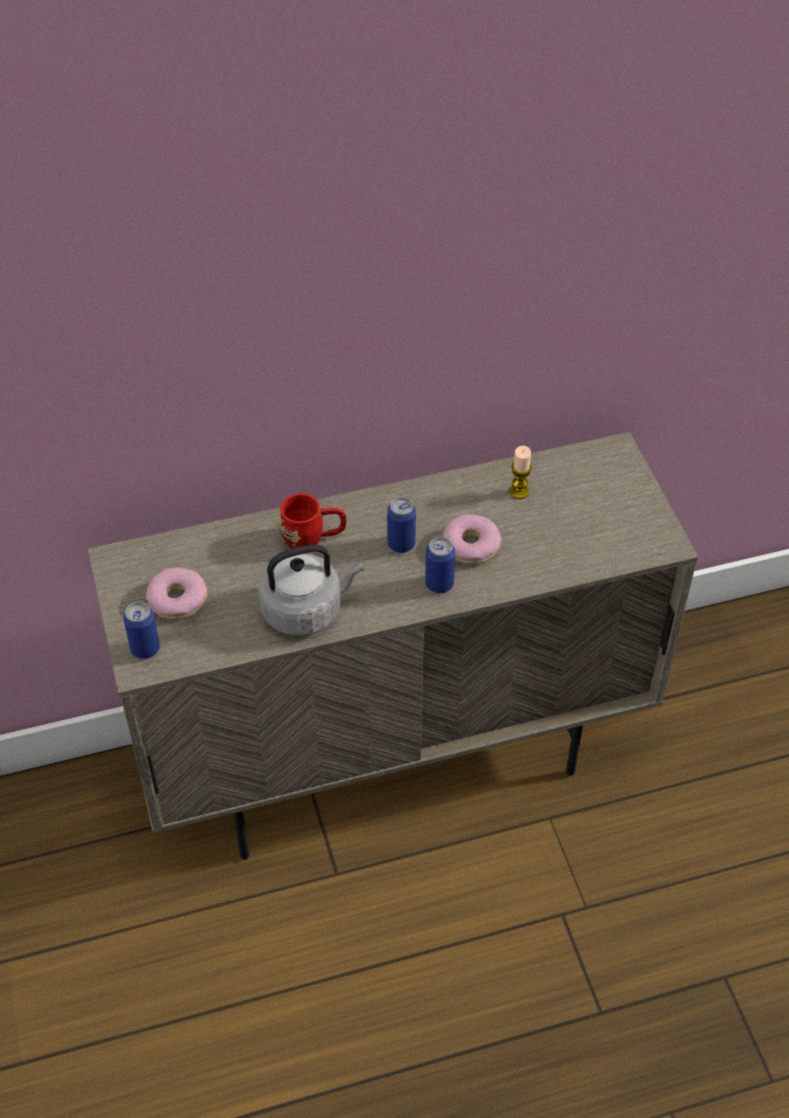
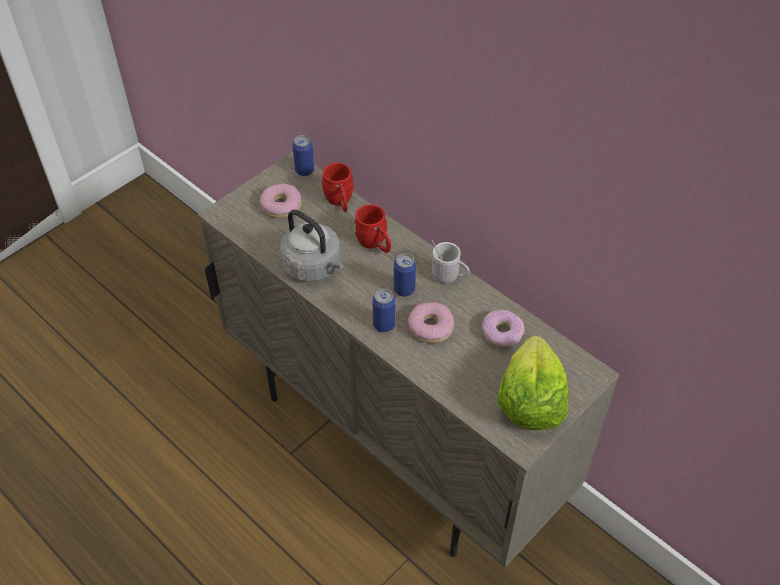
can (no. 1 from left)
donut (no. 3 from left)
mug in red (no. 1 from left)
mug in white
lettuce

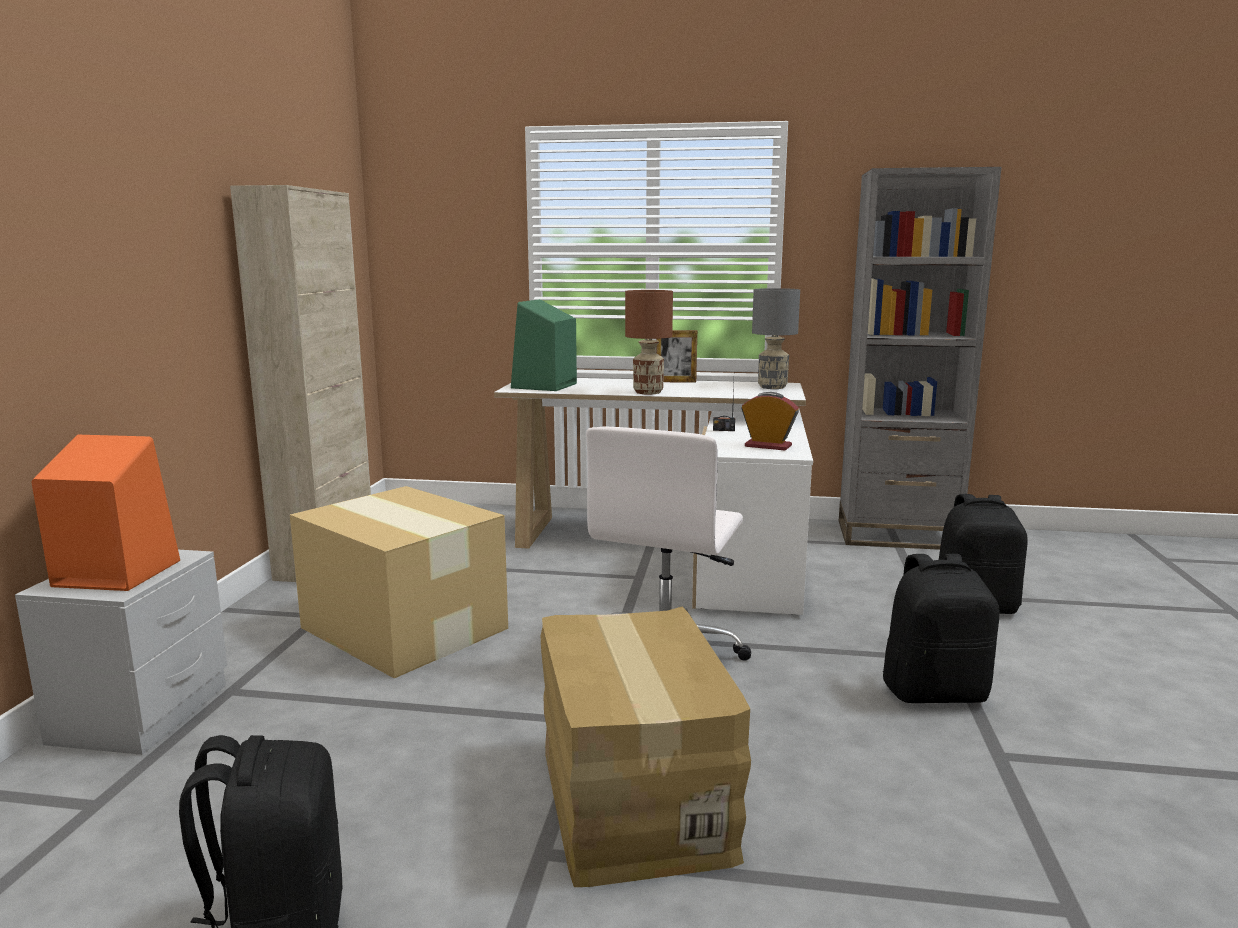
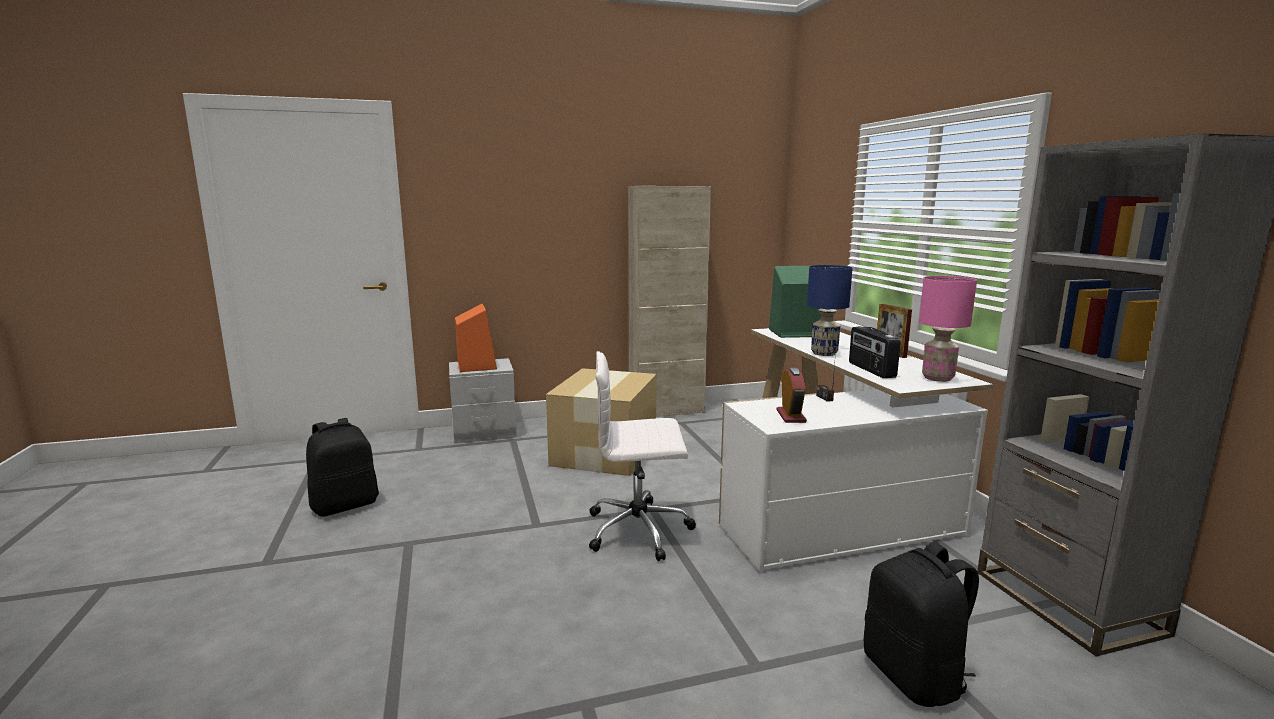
cardboard box (no. 2 from left in the first image)
table lamp in blue
table lamp in pink
backpack in black (no. 2 from left in the first image)
radio (no. 2 from left)

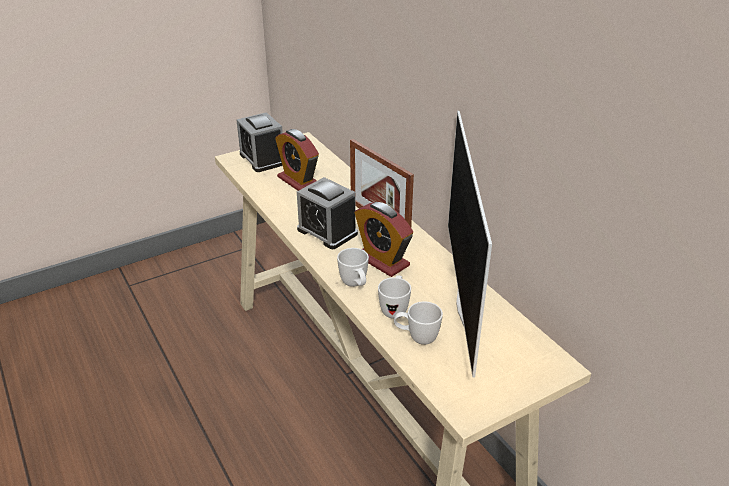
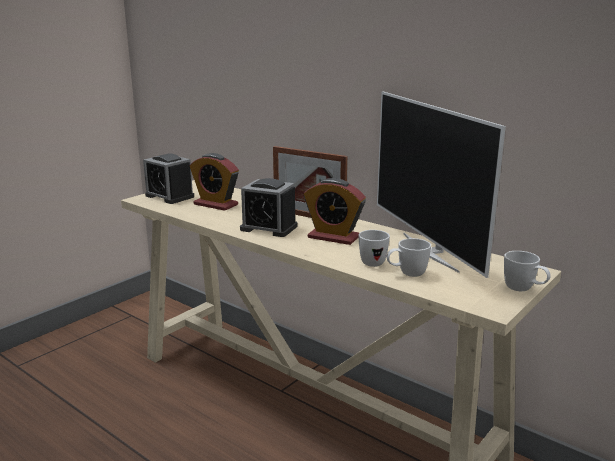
mug in white (no. 3 from left)

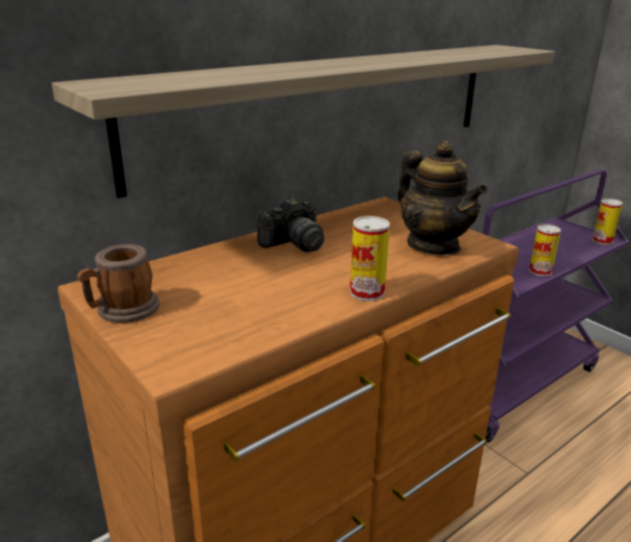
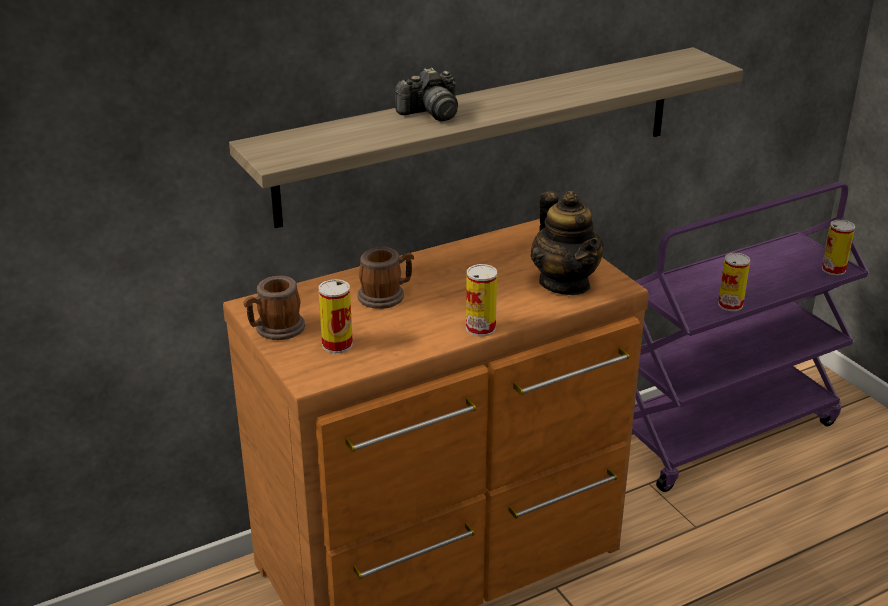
photo camera
can (no. 1 from left)
mug (no. 2 from left)

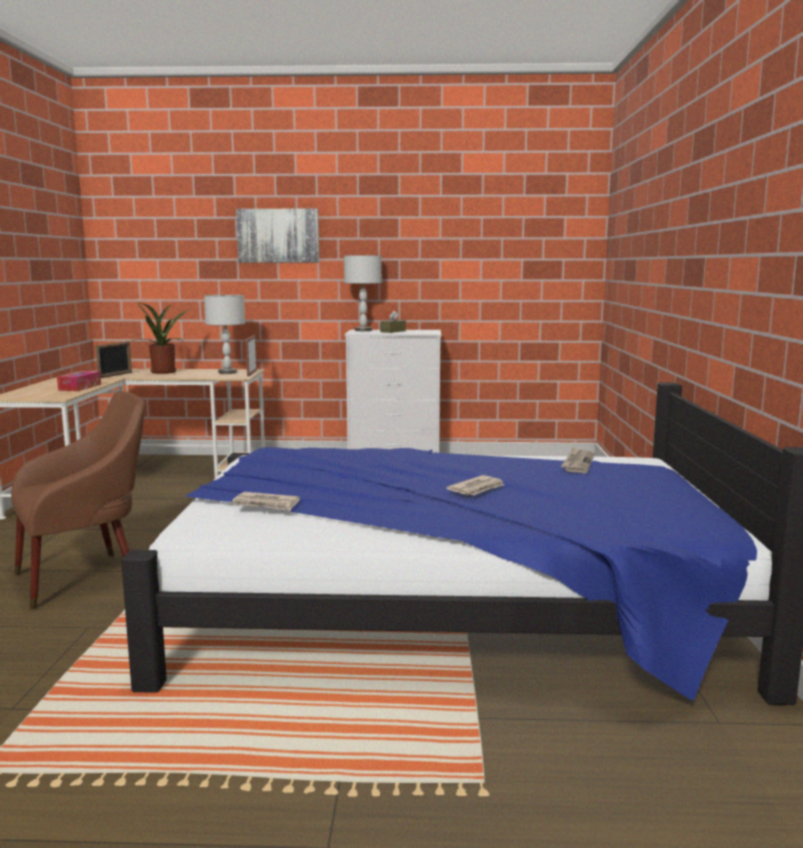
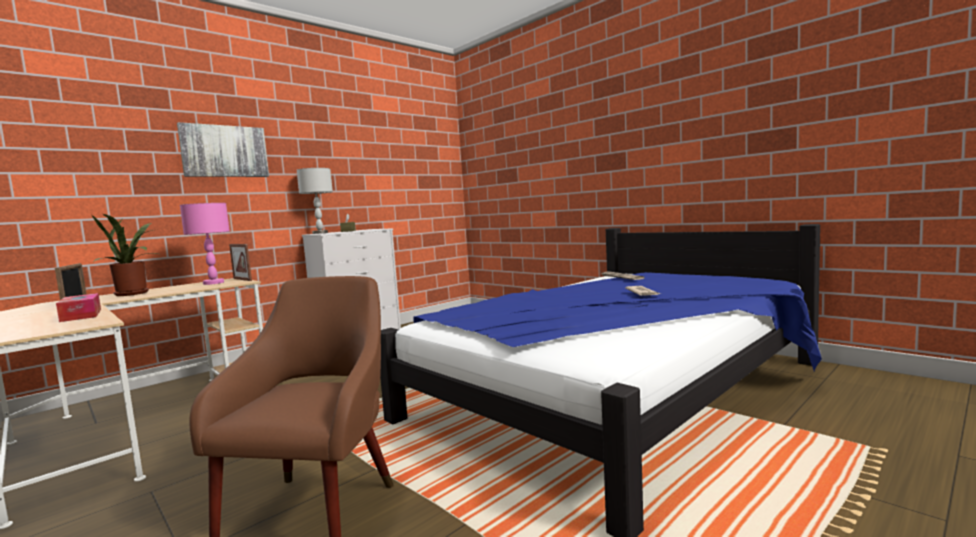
table lamp in pink
newspaper (no. 1 from left in the first image)

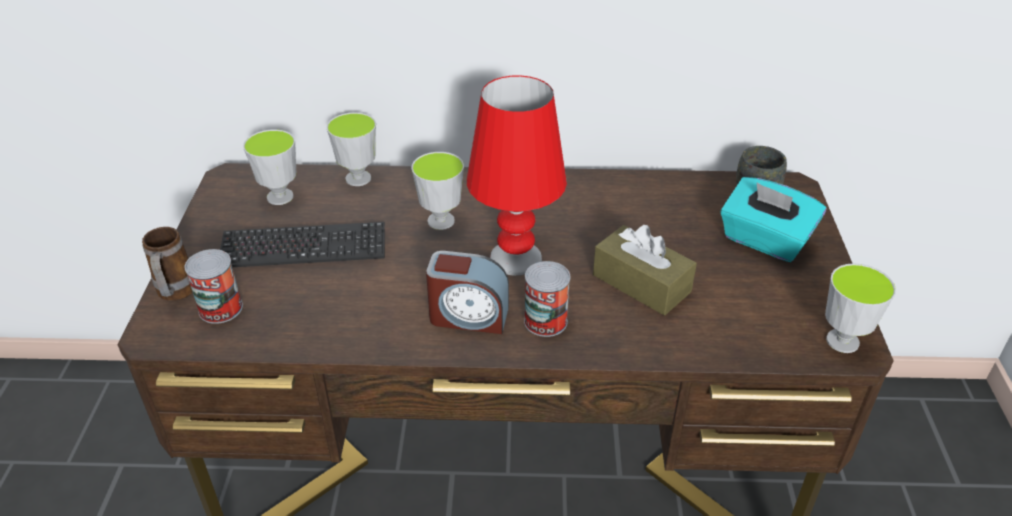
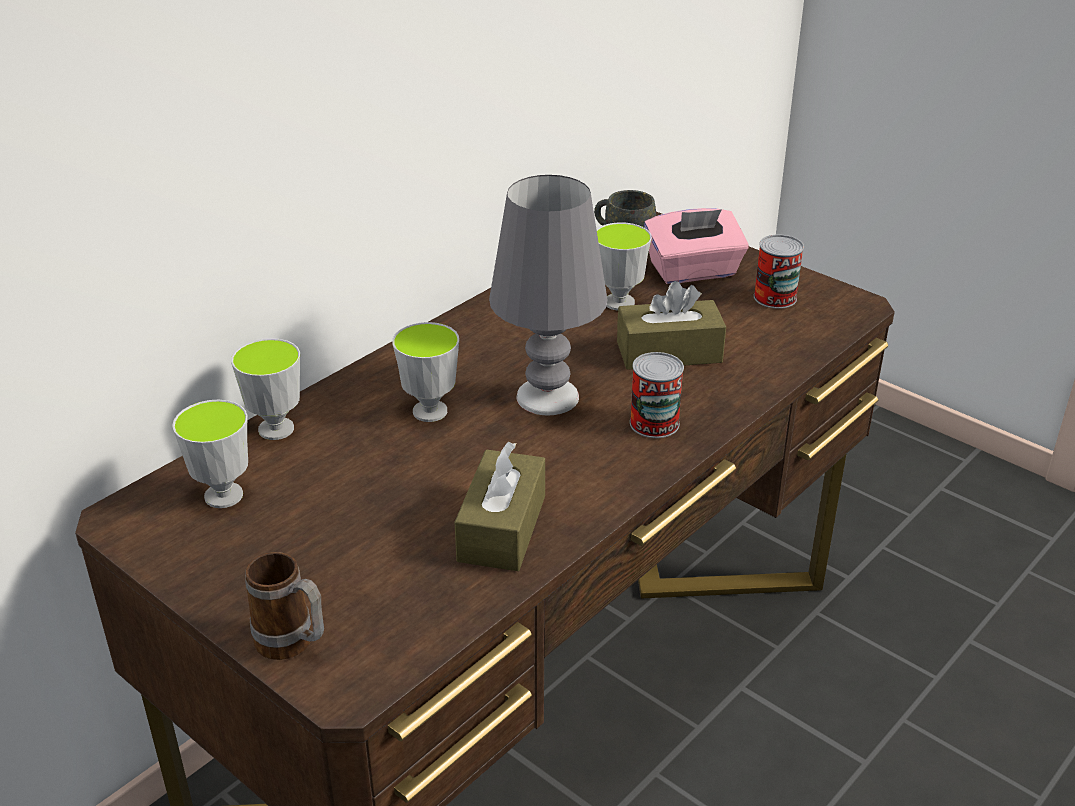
can (no. 2 from left)
keyboard
alarm clock
table lamp in grey
tissue box in pink
cup (no. 4 from left)
tissue box in brown (no. 1 from left)

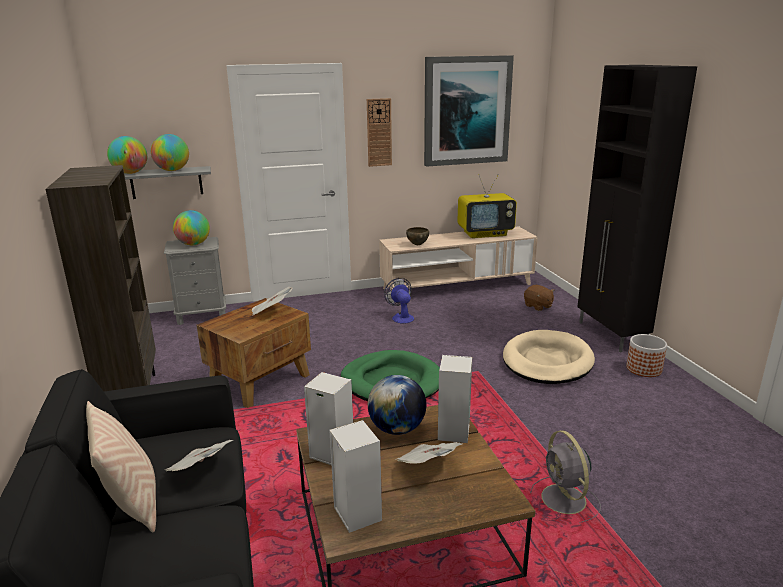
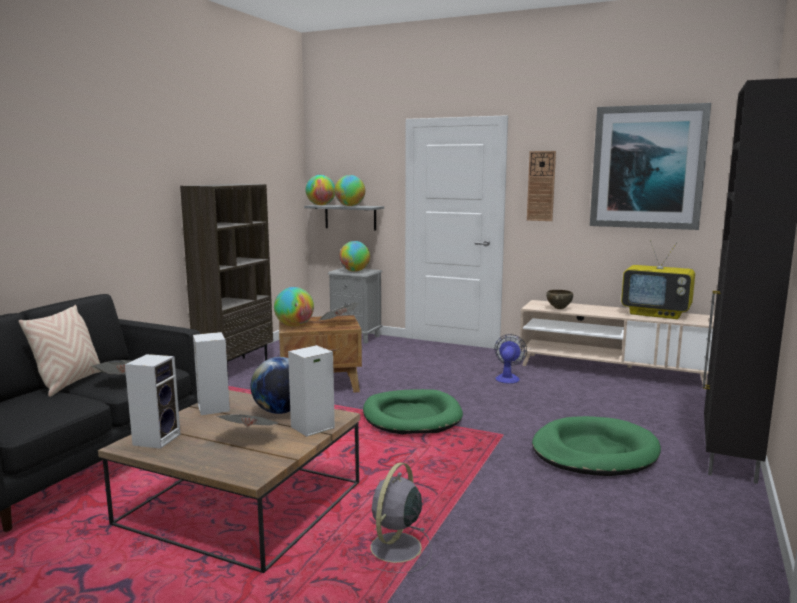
dog bed in green (no. 2 from left)
plush toy in brown
planter
globe (no. 2 from left)

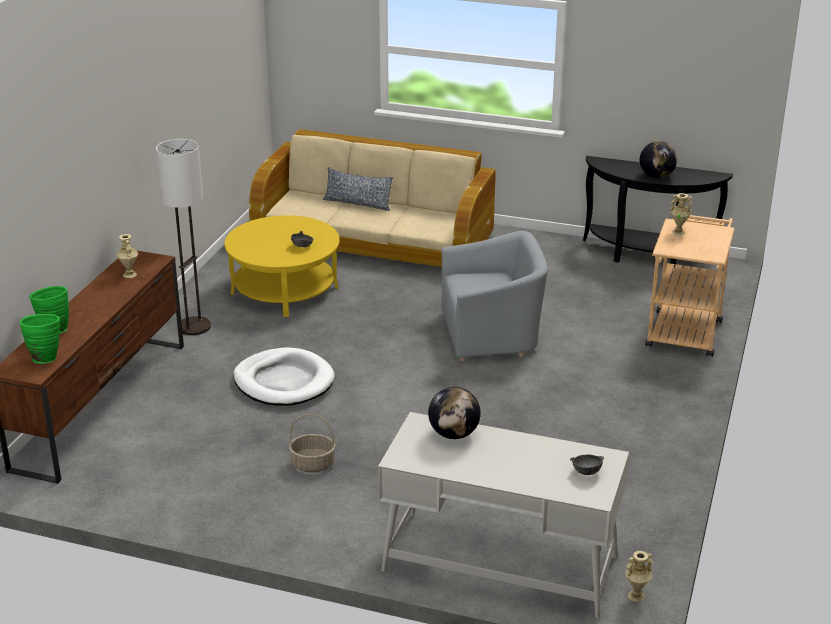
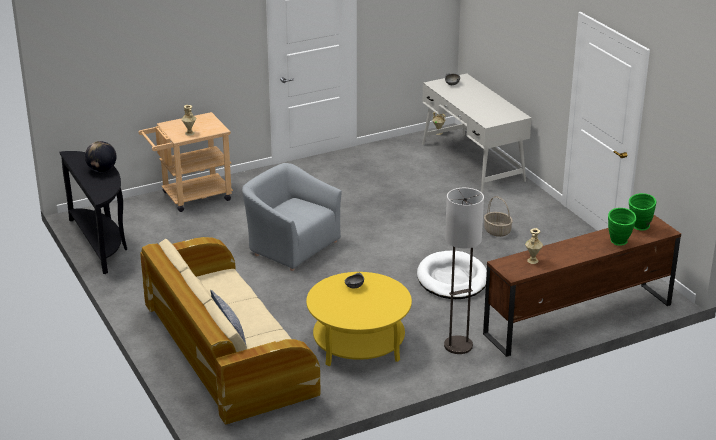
globe (no. 1 from left in the first image)

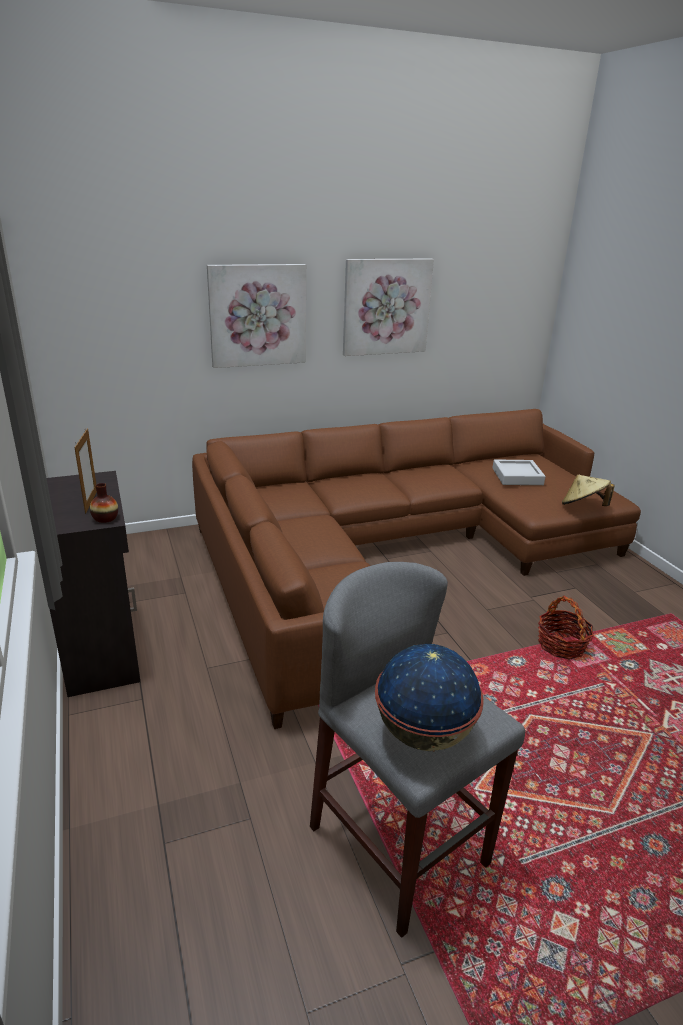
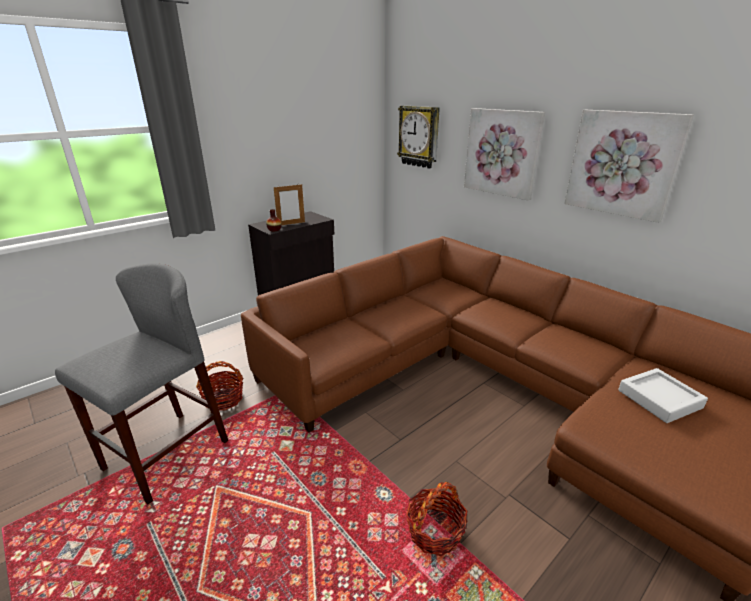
globe
hat in beige
basket (no. 1 from left)
wall clock

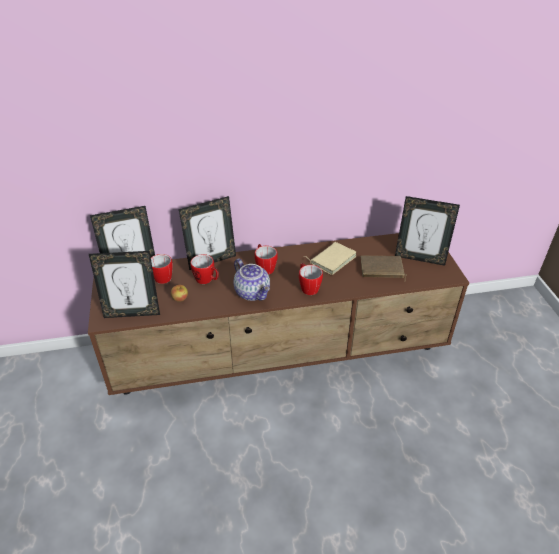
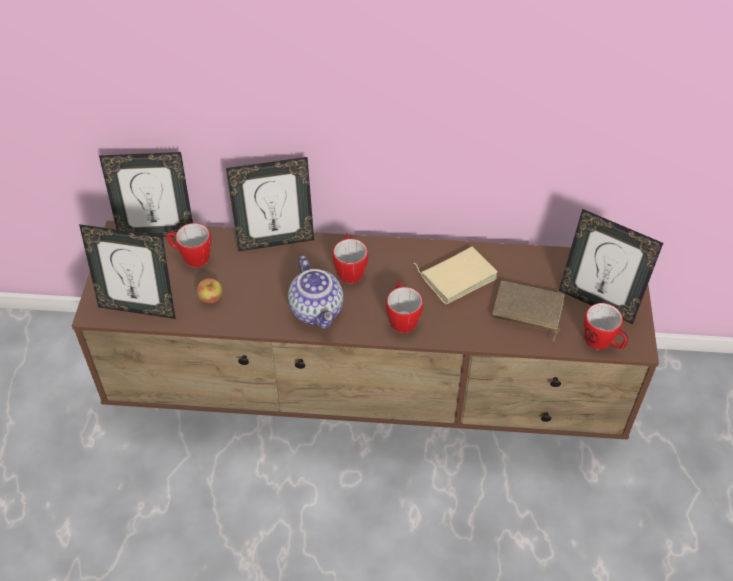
mug (no. 4 from left)

